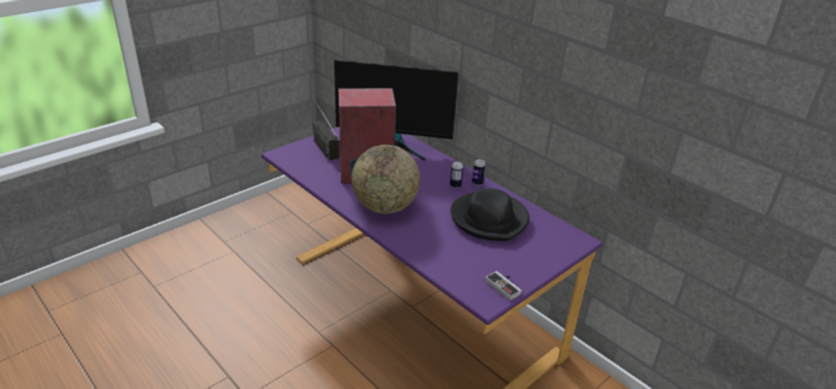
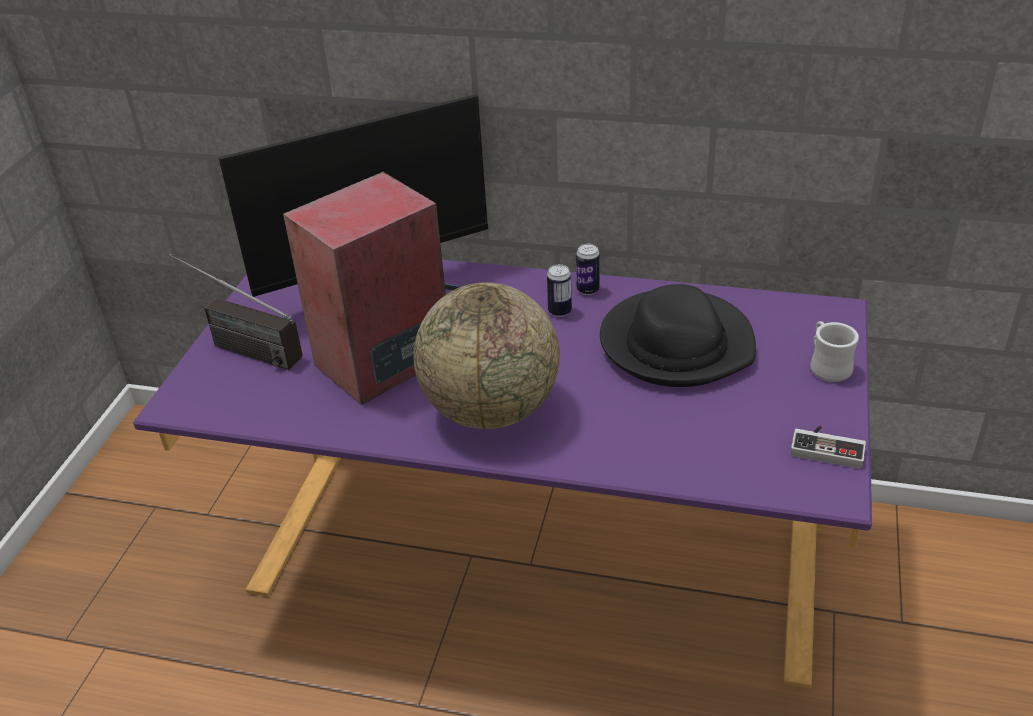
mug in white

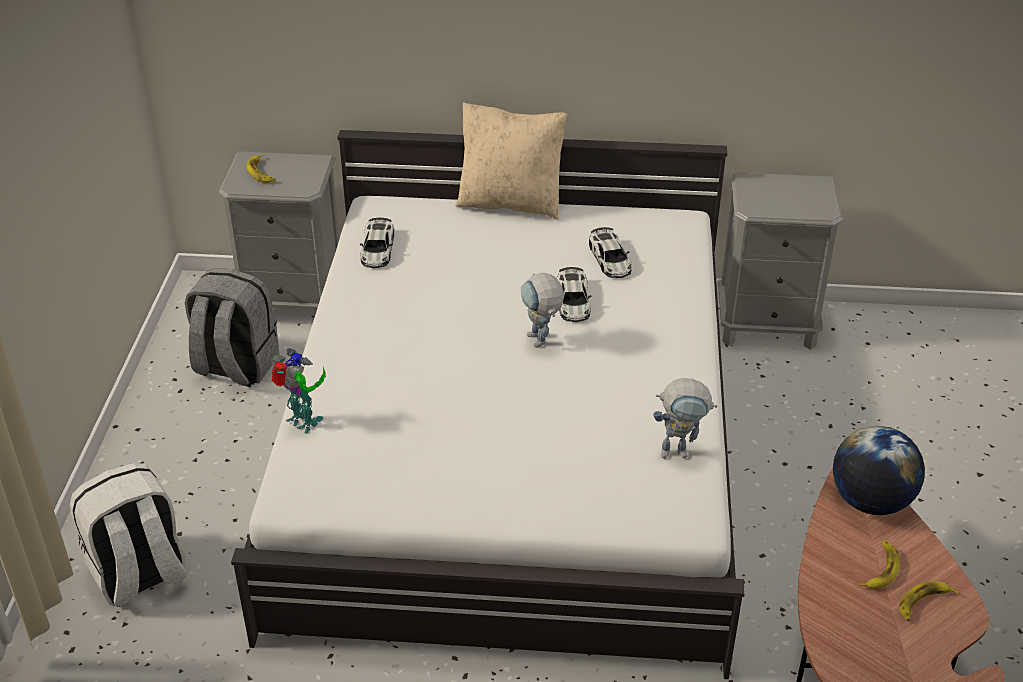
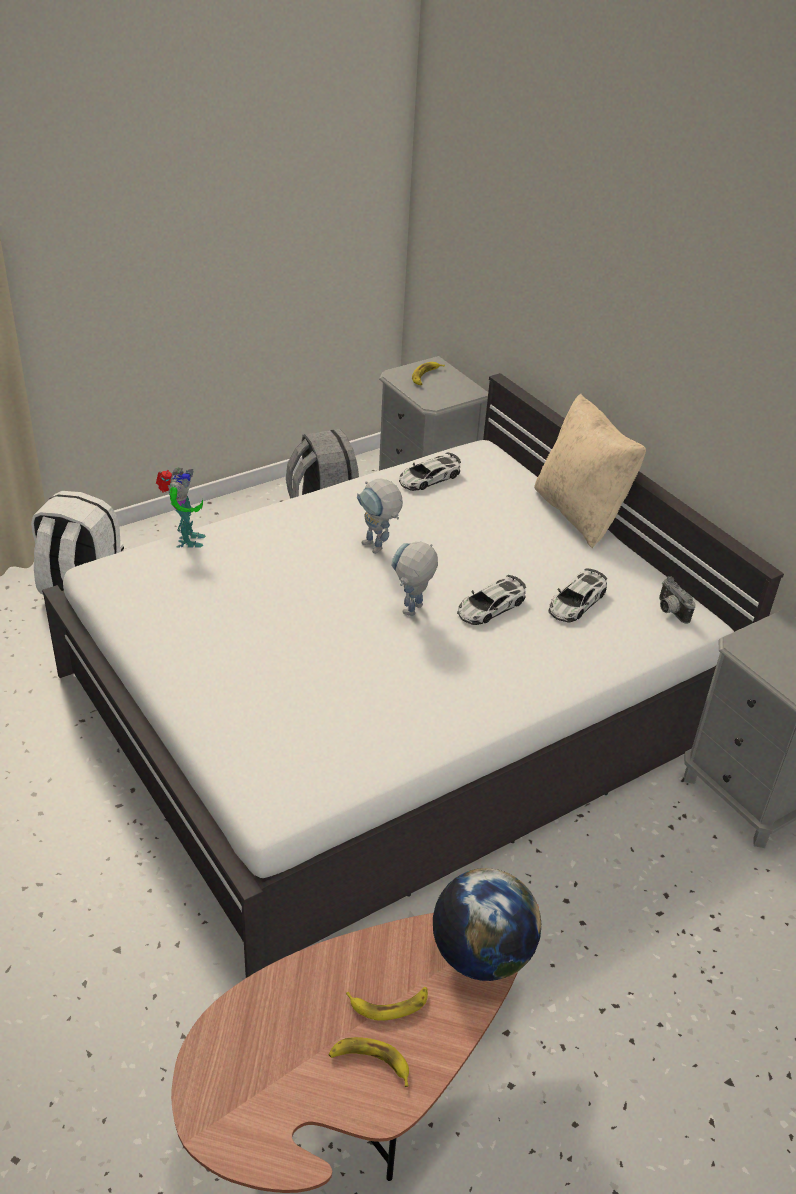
toy robot (no. 2 from left)
photo camera

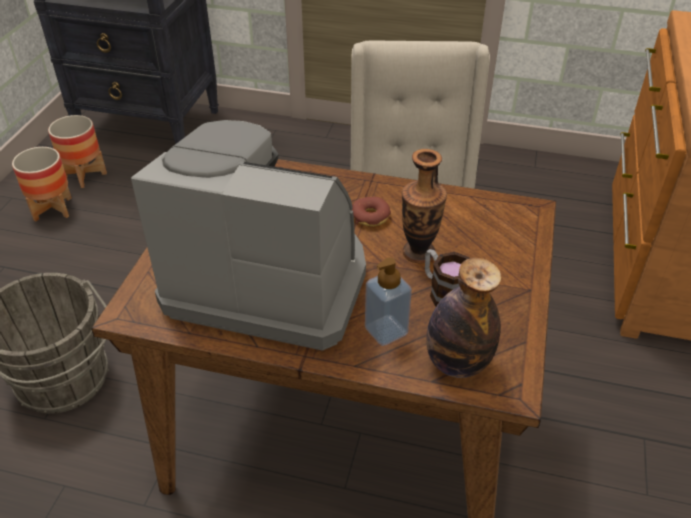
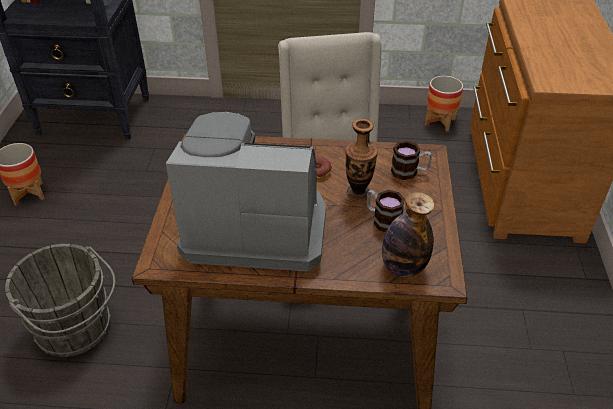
planter (no. 2 from left)
soap dispenser
mug (no. 2 from left)

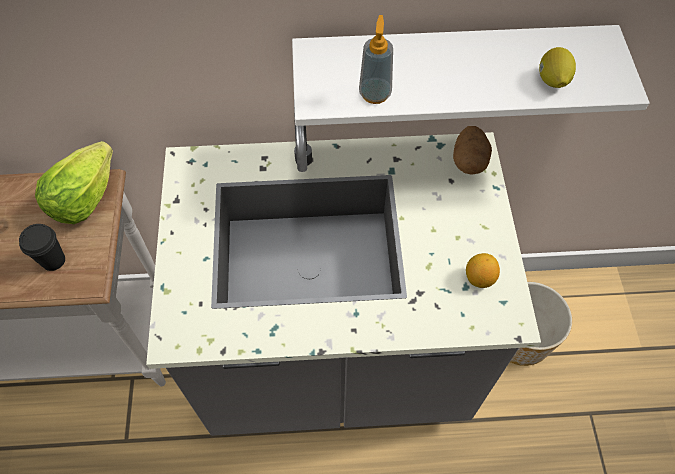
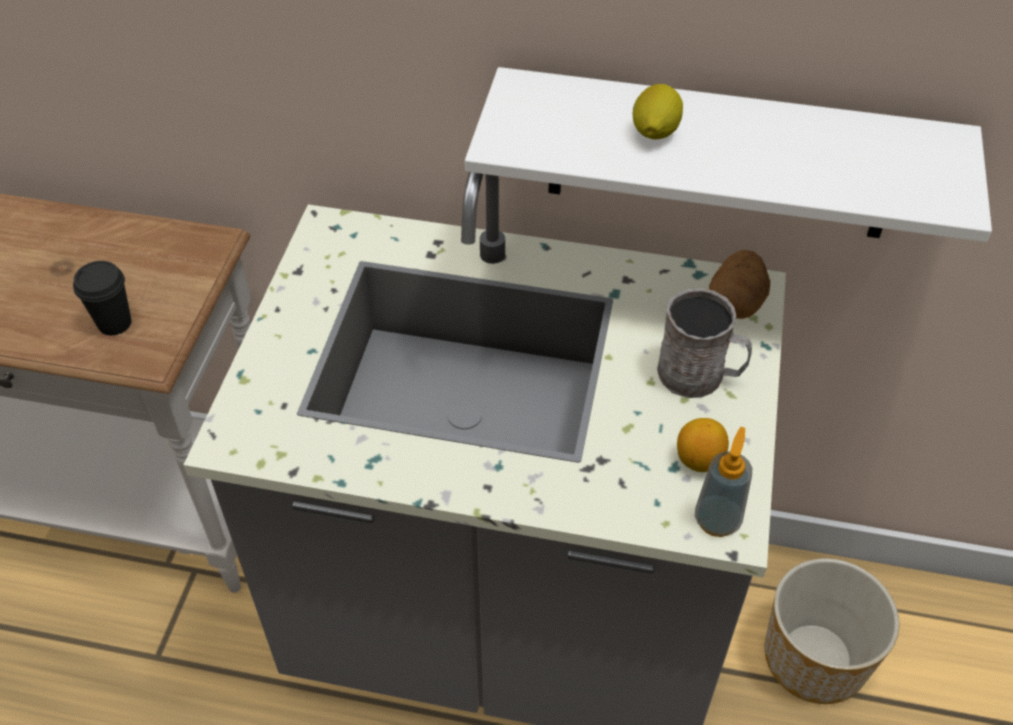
lettuce
soap dispenser
lemon (no. 1 from left)
mug in grey

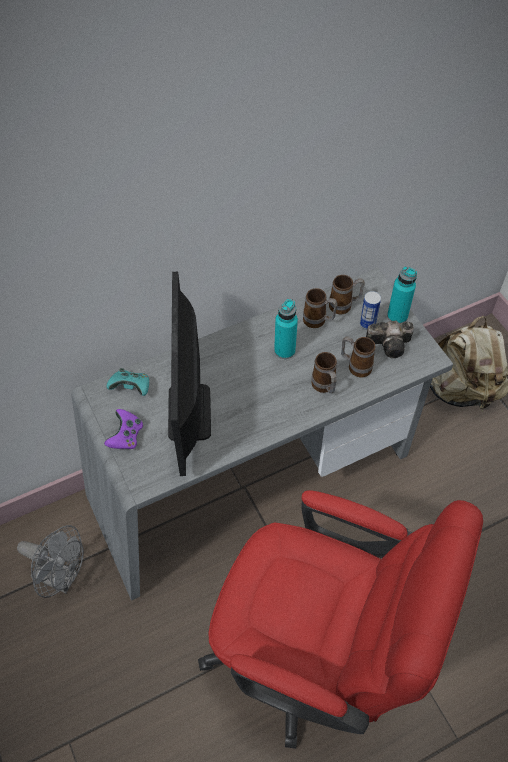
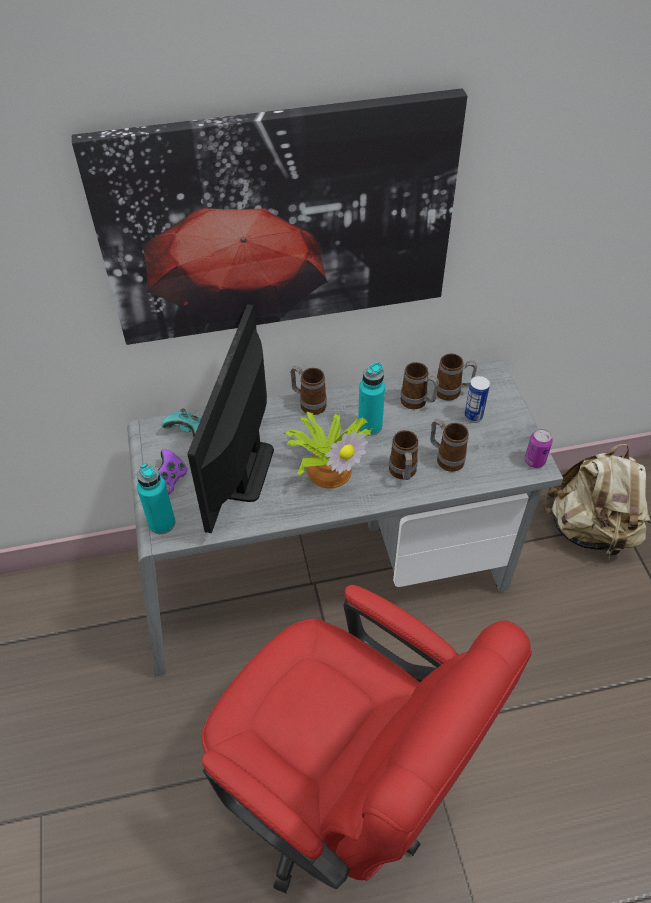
fan in grey
photo camera
bottle in turquoise (no. 1 from left)
picture
potted plant
mug (no. 1 from left)
can (no. 2 from left)

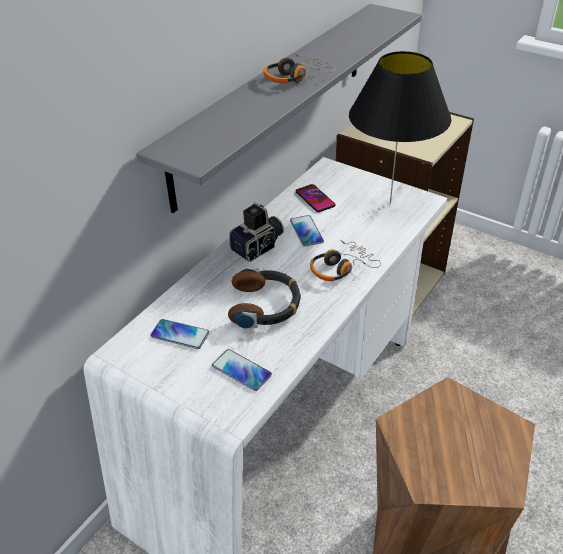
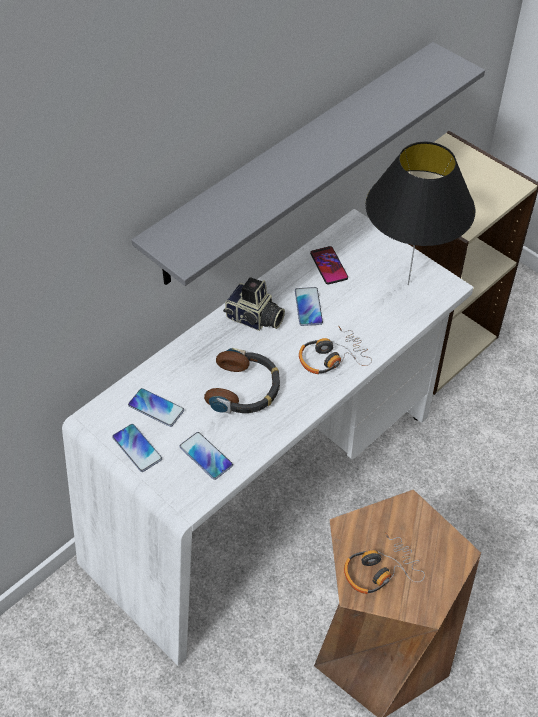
photo camera
headphones (no. 3 from left)
phone (no. 1 from left)

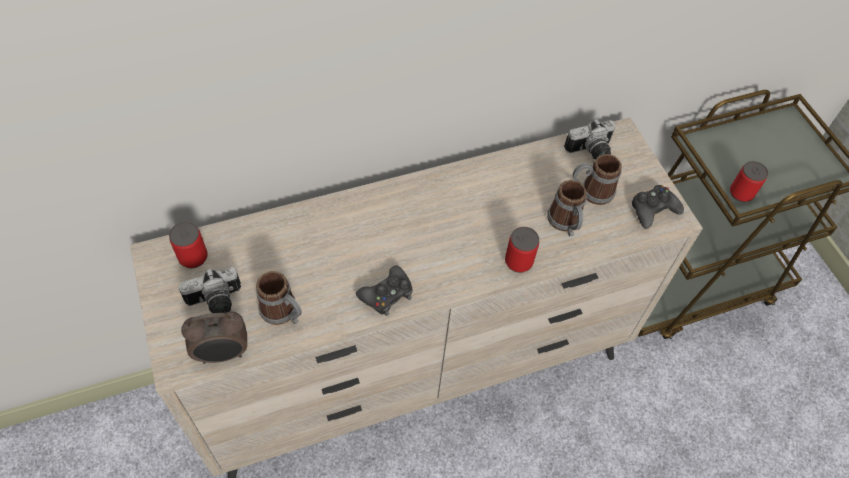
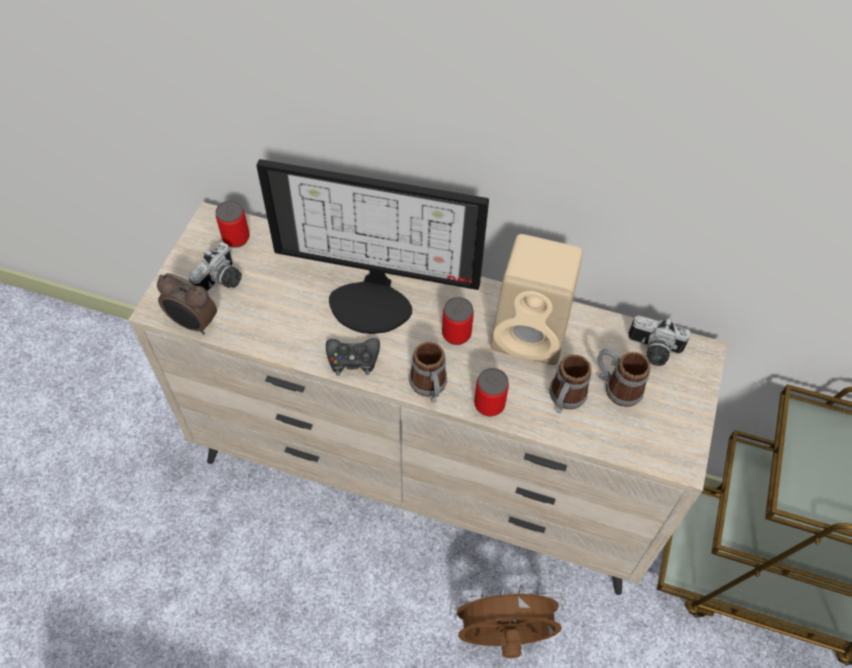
photo camera (no. 1 from left)
mug (no. 1 from left)
game controller in black (no. 2 from left in the first image)
can (no. 2 from left)
monitor
fan in brown
speaker in beige

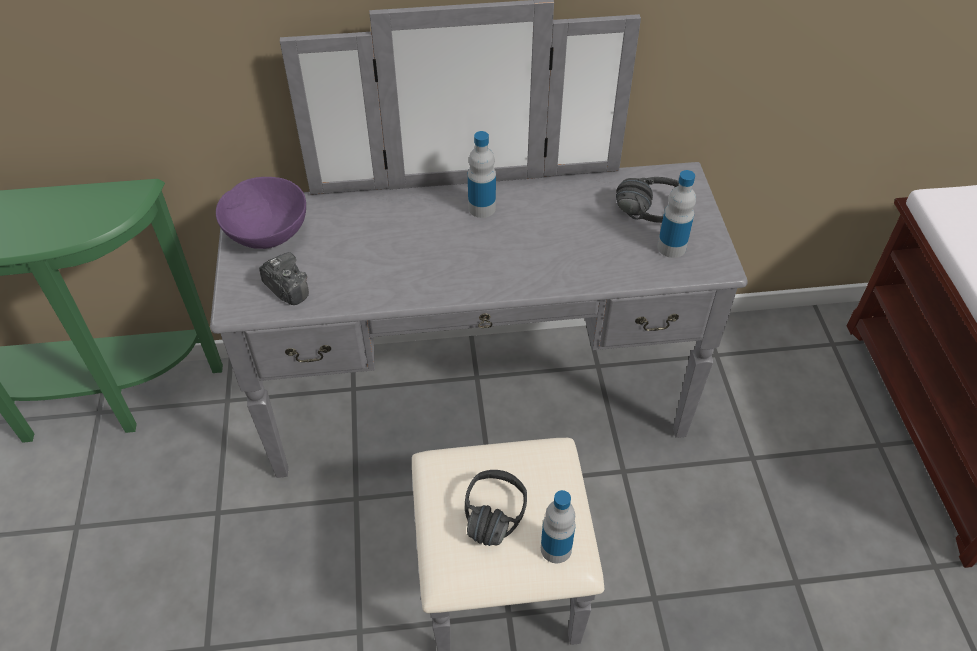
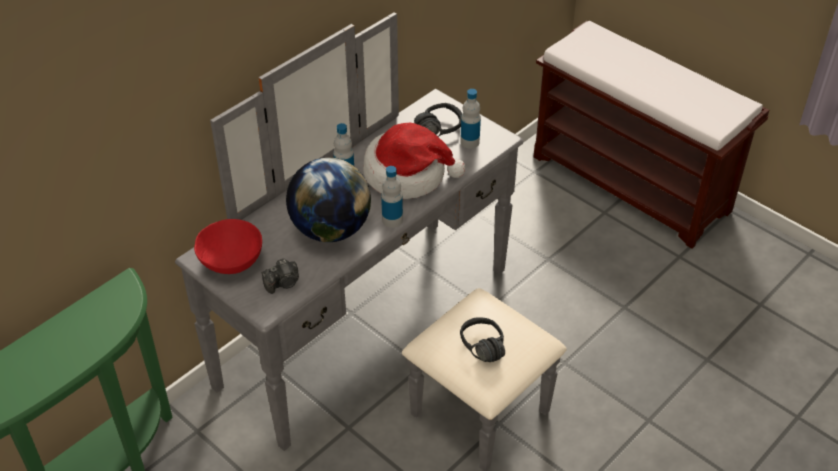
bowl in red
photo camera
bottle (no. 2 from left)
globe
hat

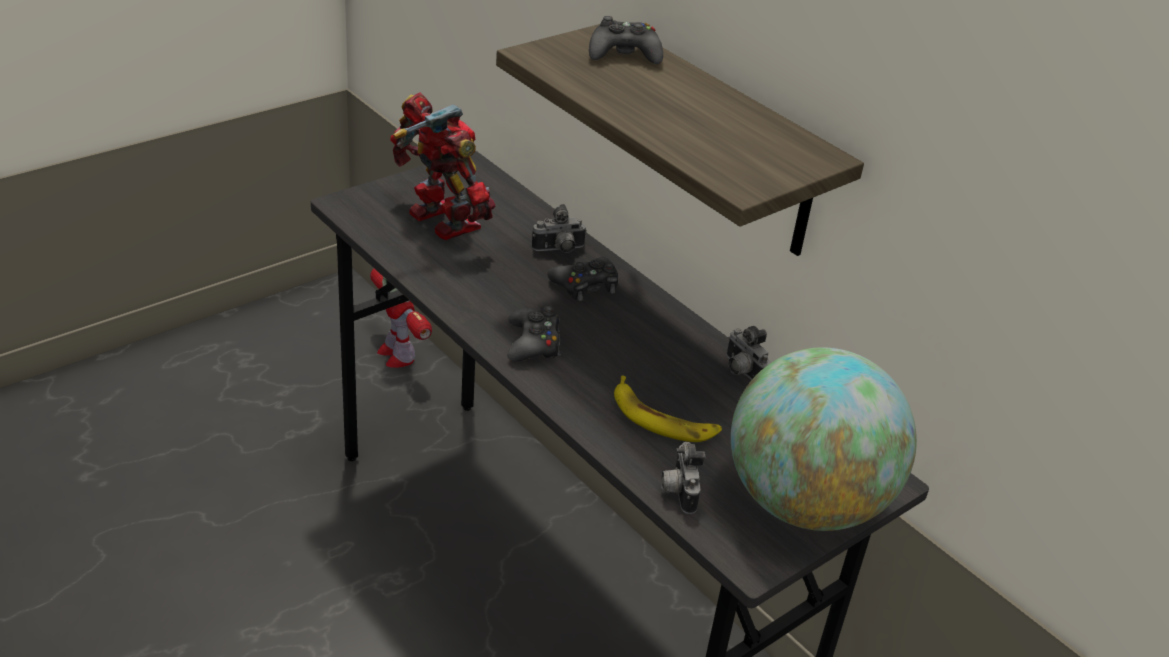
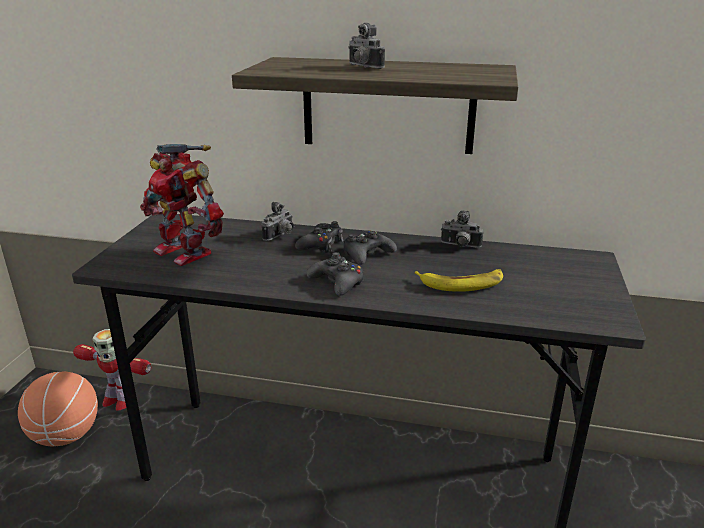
toy robot (no. 2 from left)
game controller in black (no. 3 from left)
photo camera (no. 2 from left)
globe
basketball

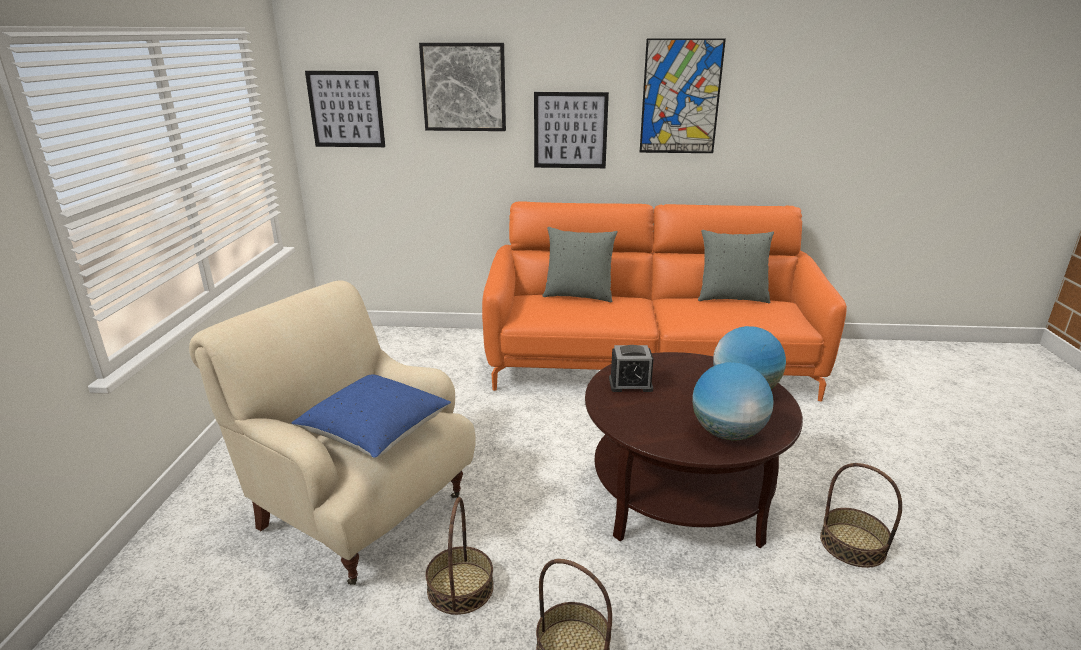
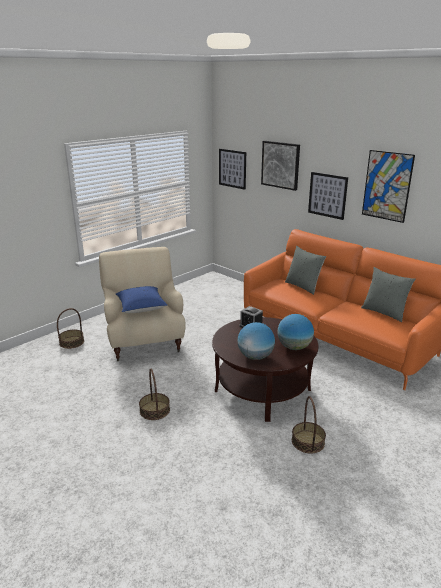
basket (no. 1 from left)

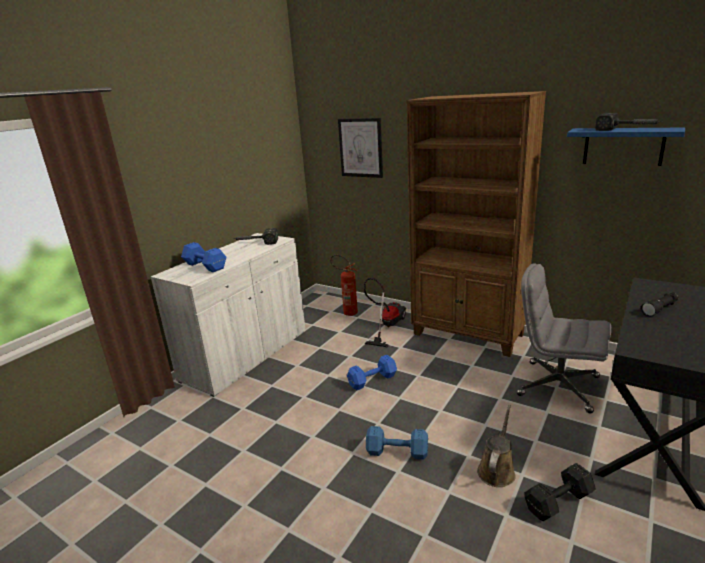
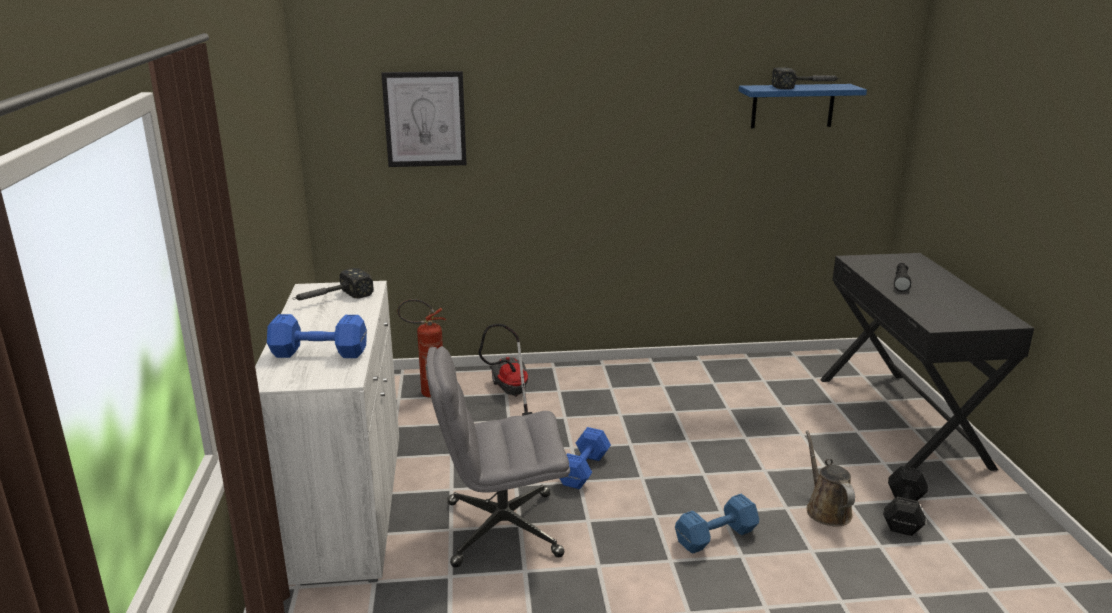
bookcase in brown
office chair in grey

